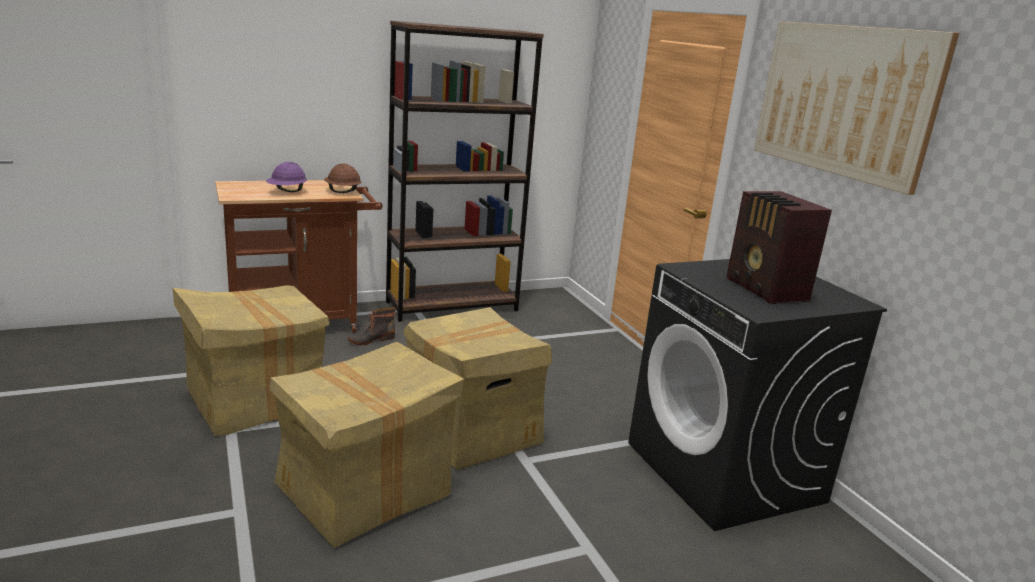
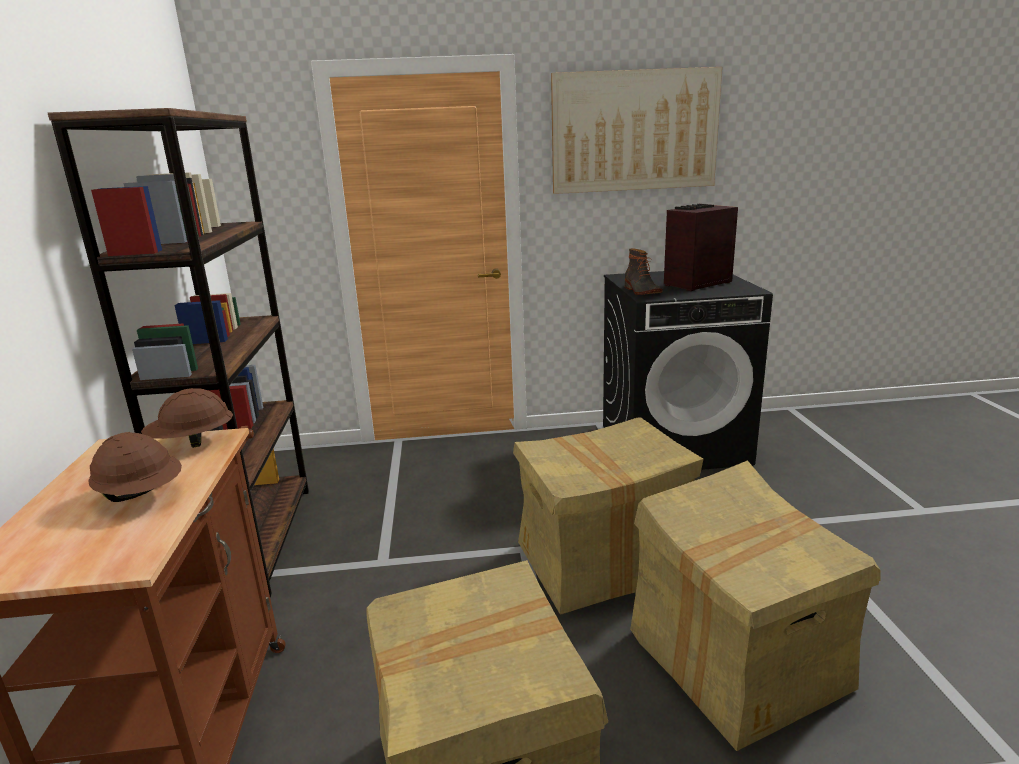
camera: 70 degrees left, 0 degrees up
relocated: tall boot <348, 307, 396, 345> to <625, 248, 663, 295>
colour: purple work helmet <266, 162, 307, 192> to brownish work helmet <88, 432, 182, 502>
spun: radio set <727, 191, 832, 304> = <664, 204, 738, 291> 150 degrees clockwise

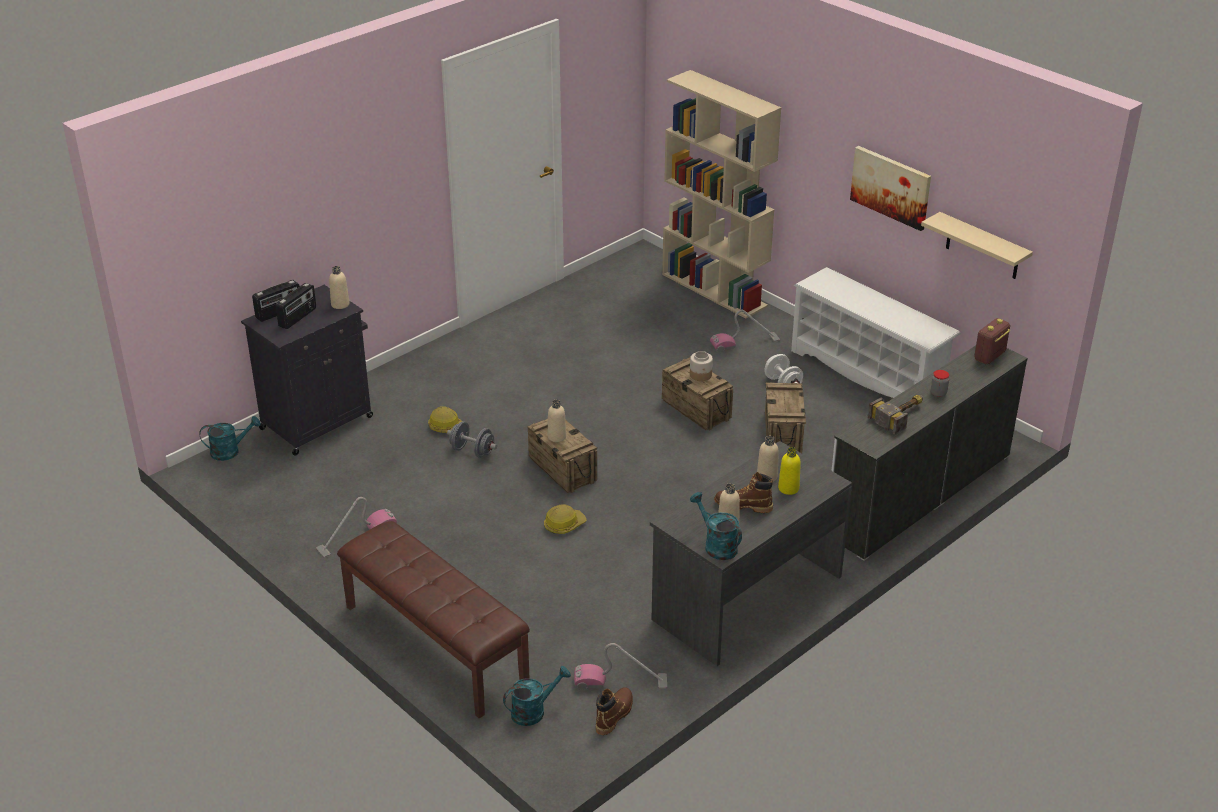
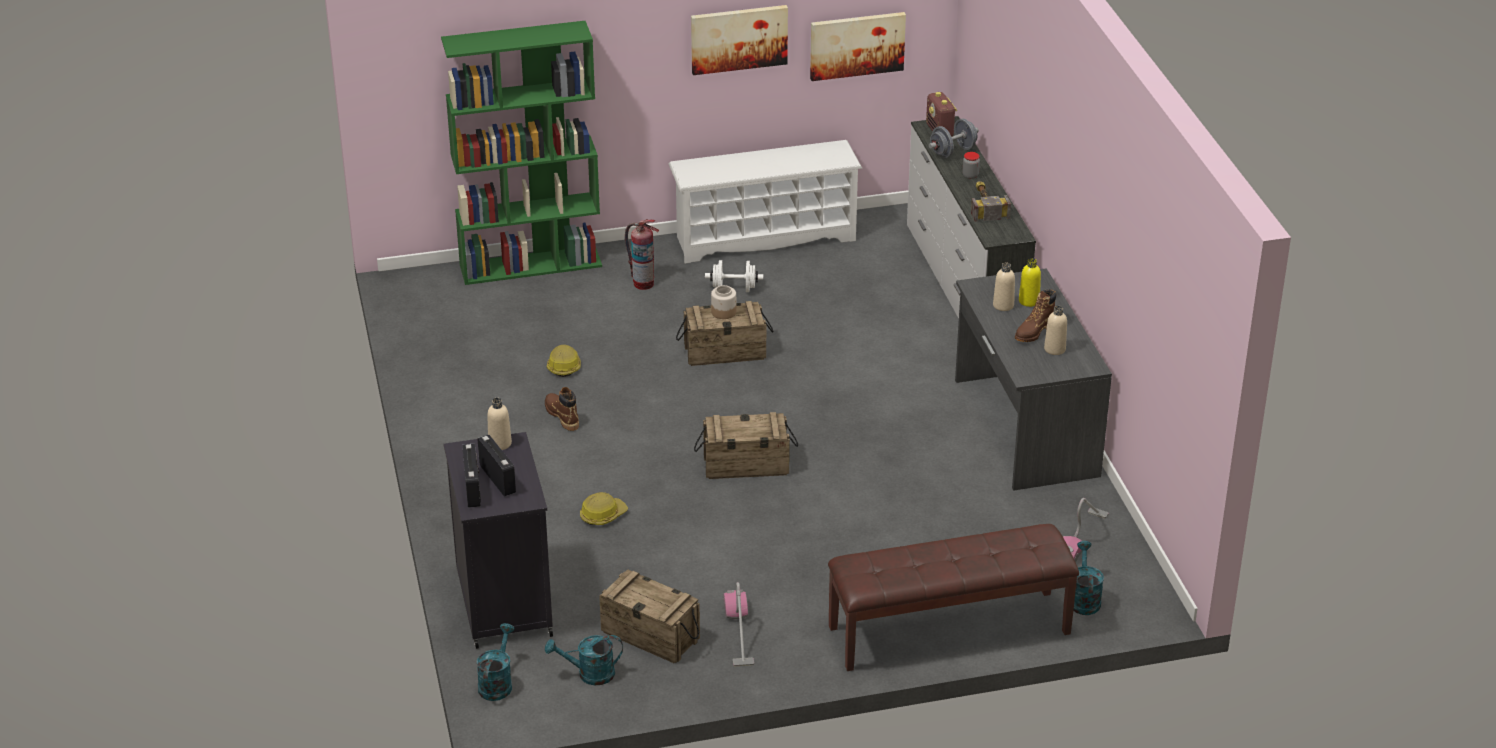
camera: 60 degrees left, 0 degrees up
missing: beige-coloured beverage bottle <548, 400, 566, 442>
relocated: gray hand weight <447, 421, 497, 458> to <929, 118, 979, 158>; work helmet <544, 504, 587, 534> to <547, 345, 581, 377>; brownish tall boot <596, 687, 633, 735> to <545, 387, 579, 431>; blue-green sprinkling can <690, 492, 742, 560> to <545, 635, 623, 685>; shipping crate <765, 382, 806, 453> to <599, 569, 700, 663>
exchanged: vacuum cleaner <710, 309, 780, 352> to fire-fighting cylinder <625, 219, 659, 290>; beige-coloured wall shelf <921, 212, 1033, 279> to picture <810, 12, 906, 81>
colour: beige-coloured shelving unit <662, 70, 781, 319> to green-coloured shelving unit <441, 21, 602, 285>

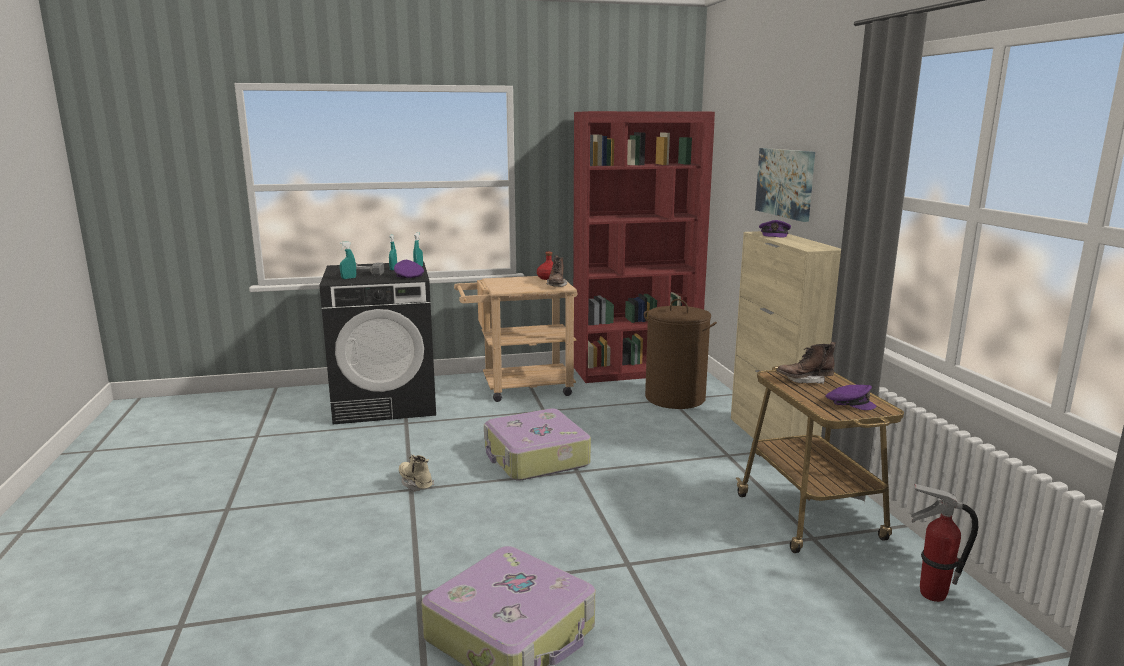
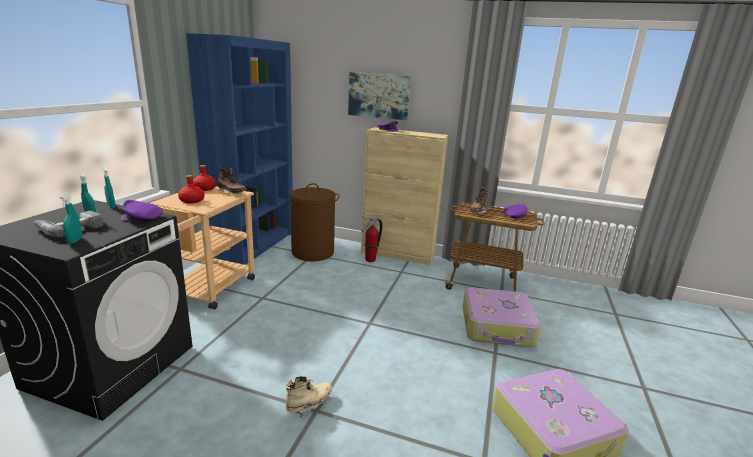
camera: 60 degrees left, 5 degrees up
appeared: red beverage bottle <178, 175, 205, 204>
relocated: travel case <484, 408, 591, 481> to <462, 287, 541, 347>; fire-fighting cylinder <911, 483, 978, 602> to <361, 216, 382, 262>
colour: red shelving unit <573, 111, 715, 383> to blue-coloured shelving unit <186, 33, 293, 265>
spun: beige-coloured tall boot <399, 455, 434, 492> = <285, 376, 332, 417> 150 degrees clockwise

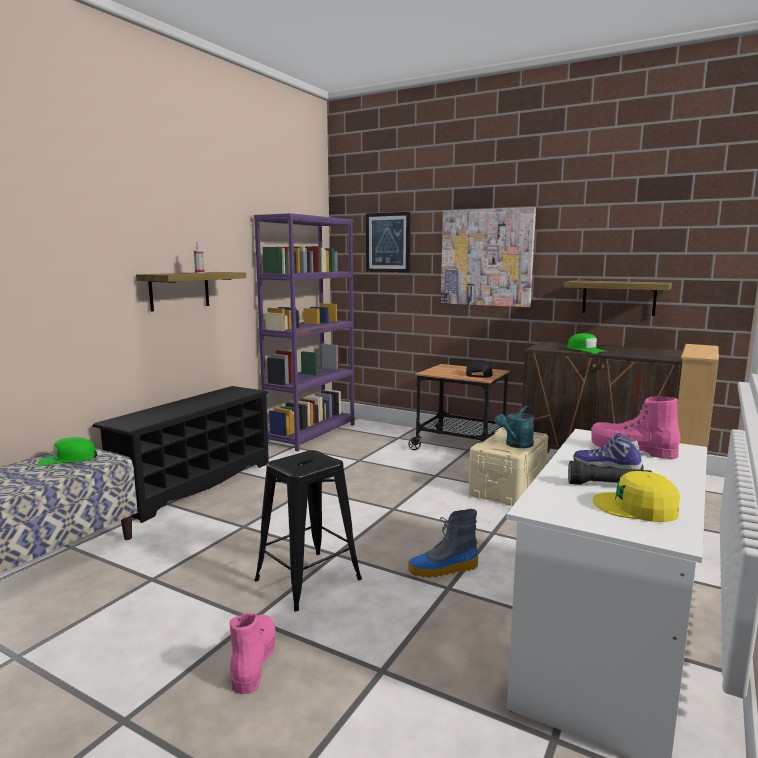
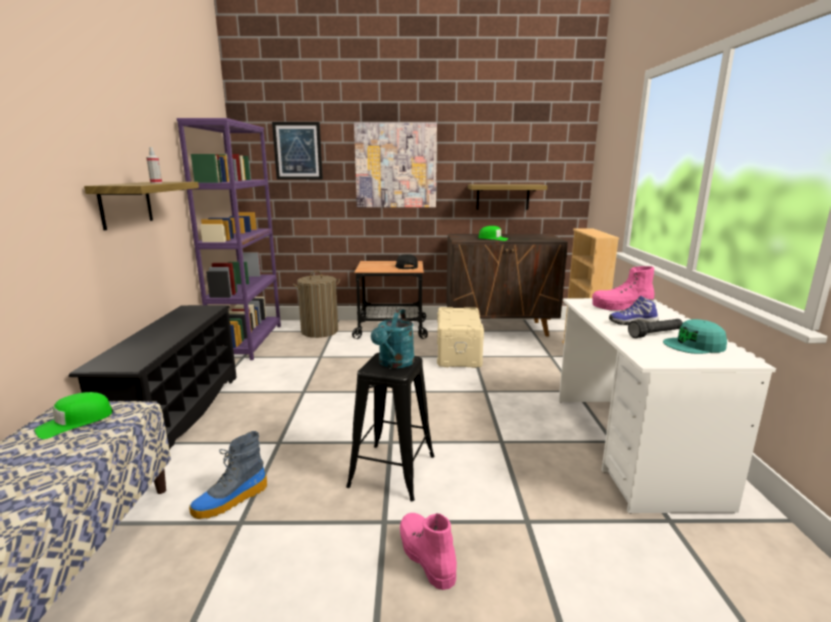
camera: 30 degrees left, 5 degrees up
appeared: washing basket <293, 271, 340, 338>
relocated: tall boot <408, 509, 478, 578> to <189, 431, 267, 519>; blue-green sprinkling can <495, 406, 534, 448> to <371, 309, 415, 368>
colour: yellow-coloured baseball cap <593, 471, 680, 522> to blue-green baseball cap <663, 319, 727, 354>

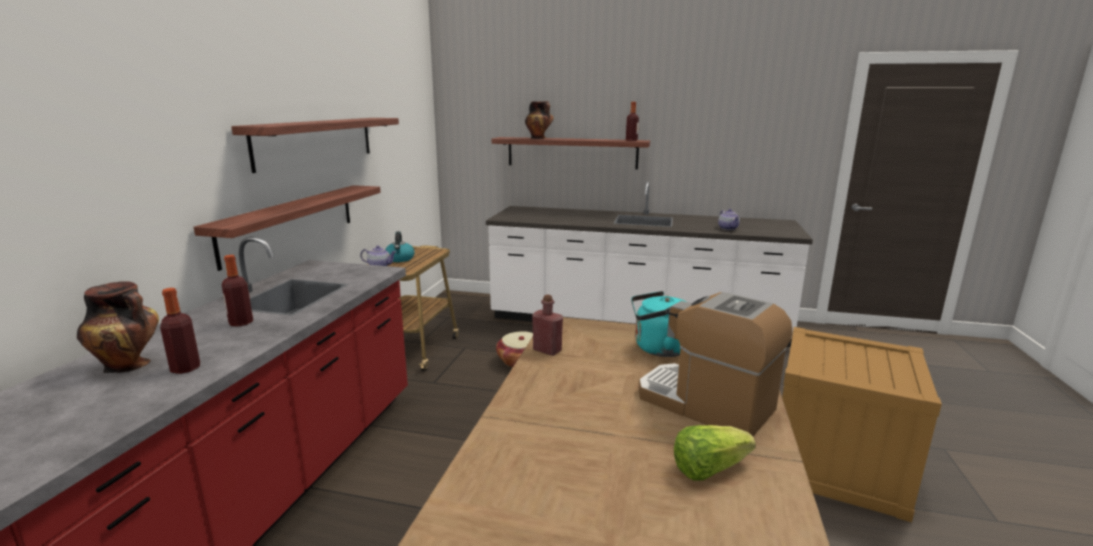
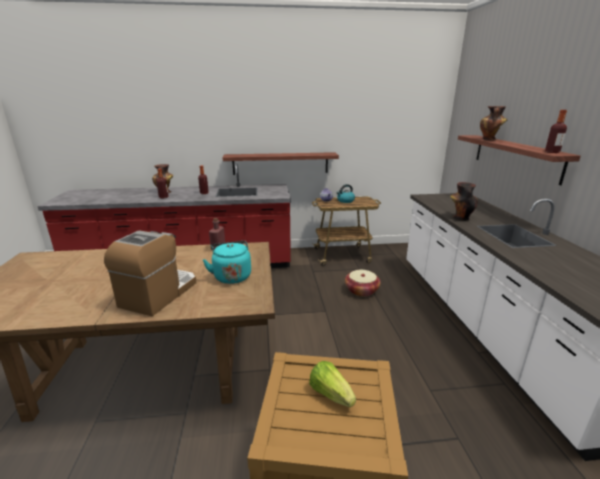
camera: 70 degrees right, 5 degrees up
missing: wall shelf <231, 118, 399, 173>; pot for tea <718, 209, 740, 230>
appeared: vase <450, 182, 478, 221>
relocated: head of lettuce <674, 425, 756, 480> to <309, 361, 356, 407>

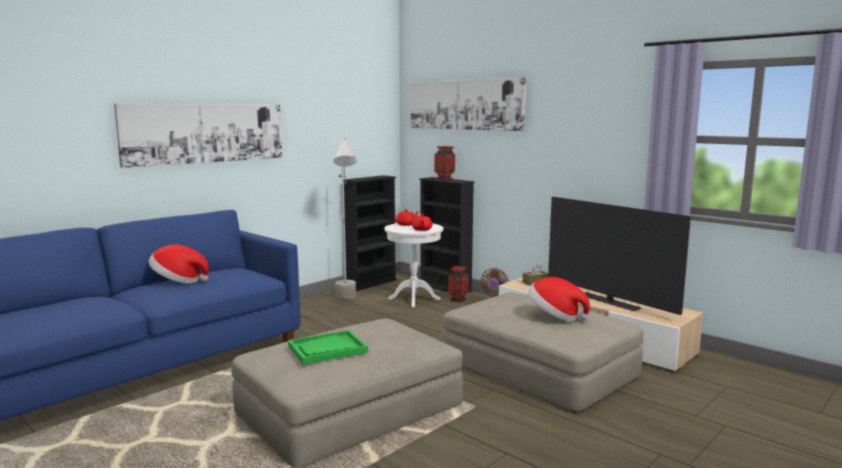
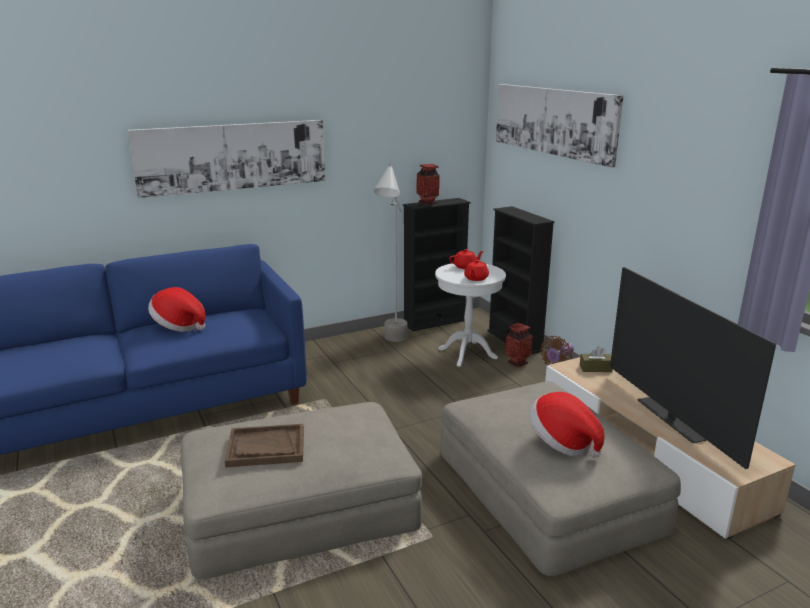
camera: 20 degrees right, 10 degrees up
relocated: vase <434, 146, 455, 180> to <416, 164, 440, 205>
colour: green-coloured carrying tray <288, 330, 368, 365> to brownish carrying tray <225, 424, 304, 467>

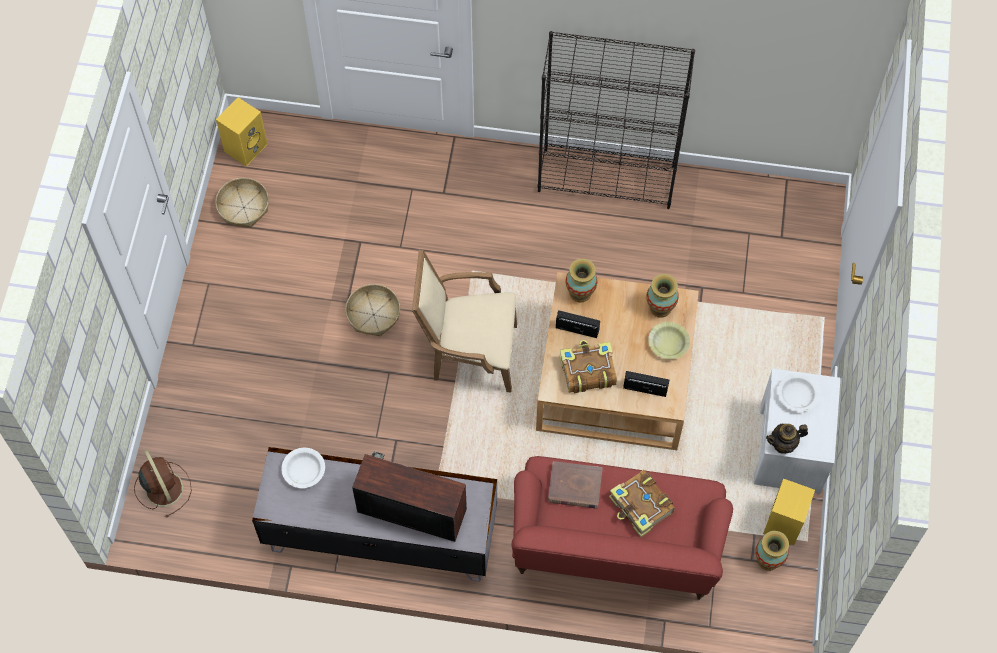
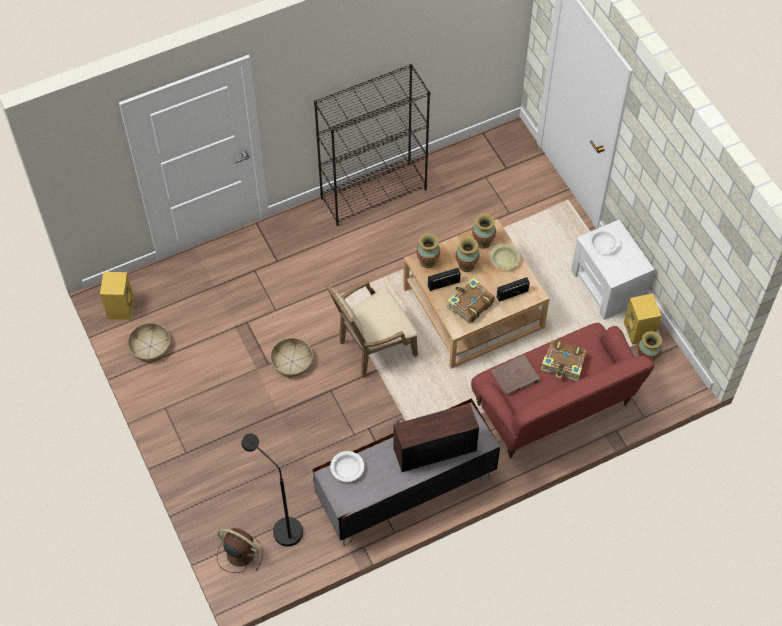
camera: 35 degrees left, 5 degrees down
missing: pot for tea <766, 424, 808, 454>
appeared: black floor lamp <241, 433, 303, 547>; vase <456, 237, 479, 272>

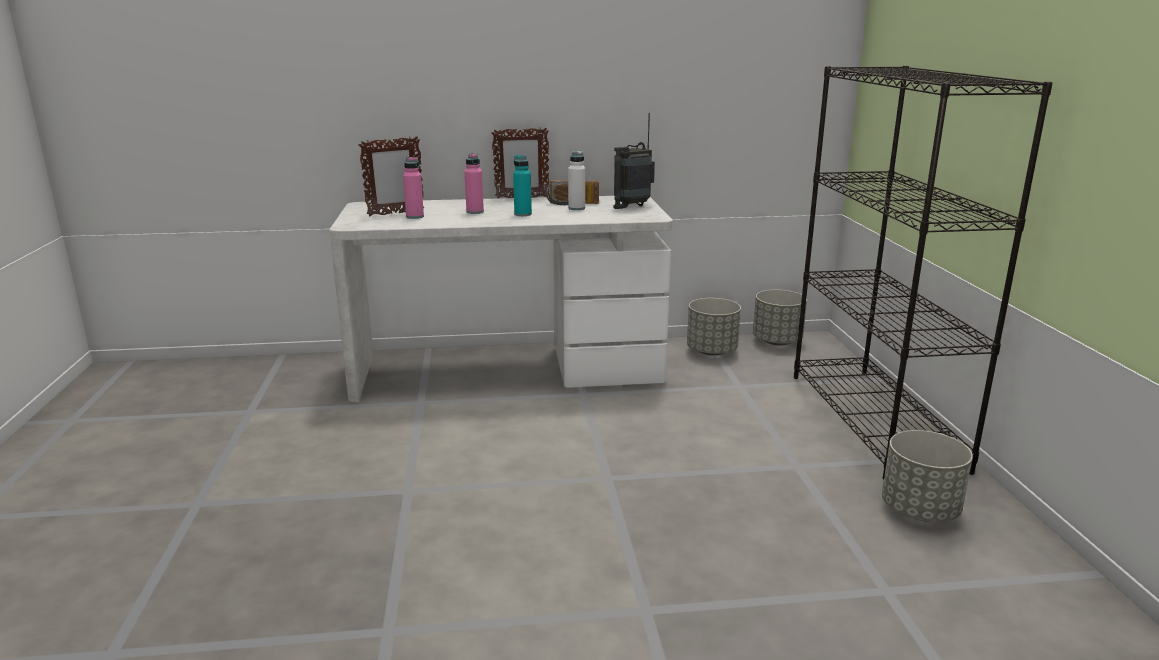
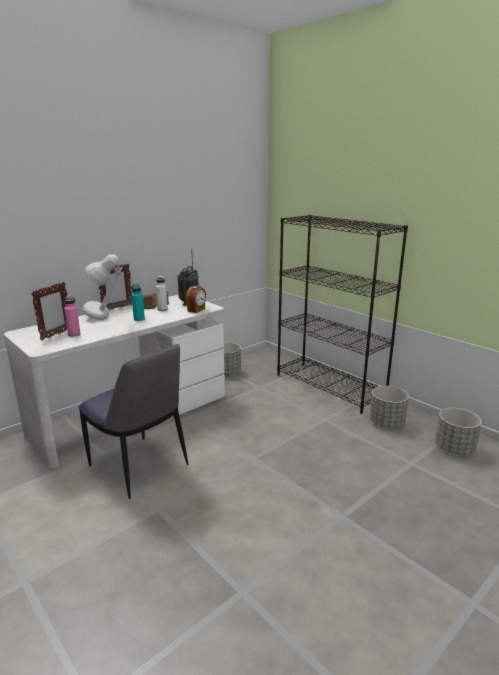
camera: 35 degrees left, 0 degrees up
appeared: upright chair <79, 344, 188, 499>; alarm clock <186, 286, 206, 313>
relocated: gray flower pot <753, 290, 807, 346> to <435, 408, 481, 455>
exchanged: pinkish beverage bottle <464, 153, 484, 214> to gray table lamp <82, 254, 122, 320>

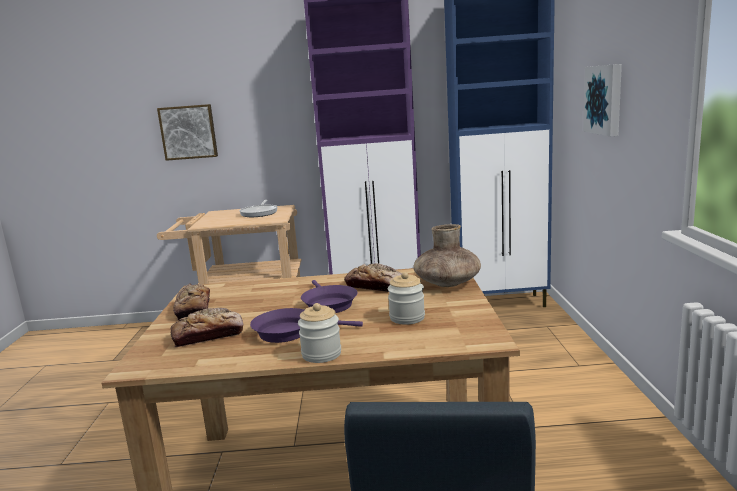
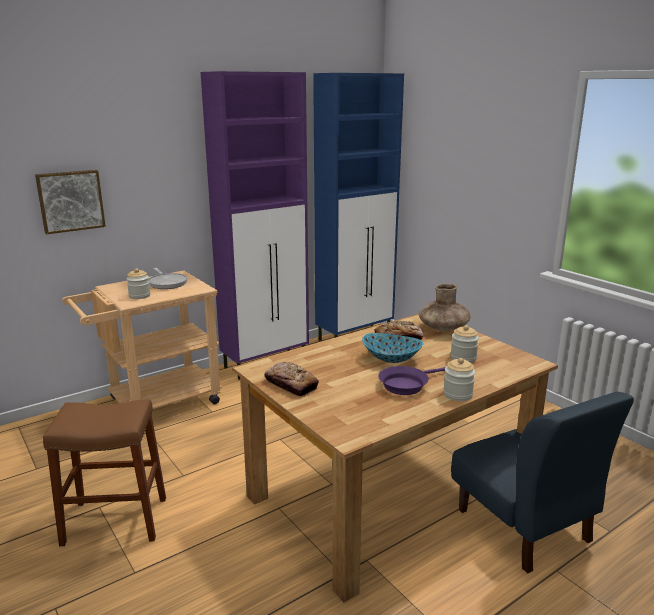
camera: 35 degrees left, 5 degrees up
missing: bread <171, 308, 243, 347>; picture <583, 64, 622, 136>
appeared: brownish stool seat <43, 399, 166, 546>; jar <126, 268, 150, 299>
exchanged: purple pan <301, 280, 358, 313> to bowl <362, 333, 423, 363>

